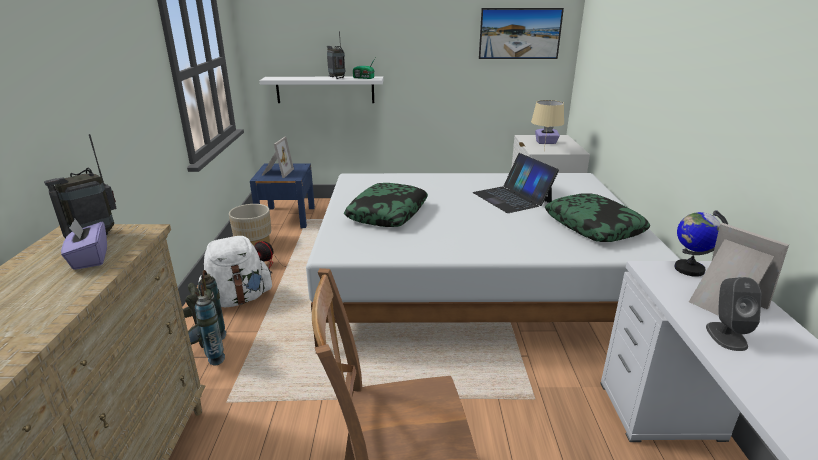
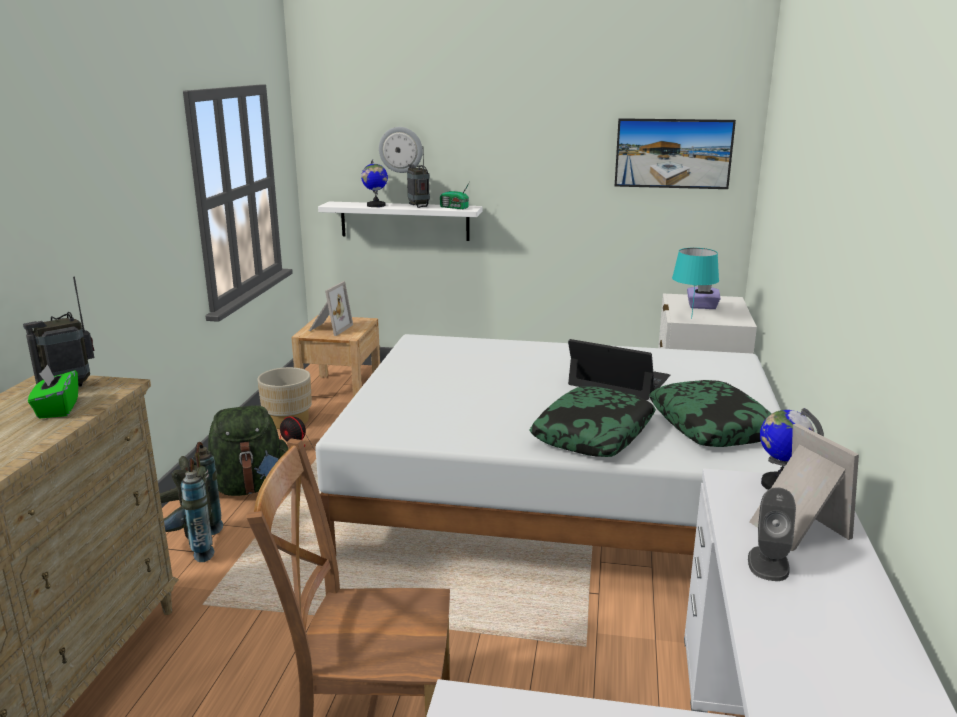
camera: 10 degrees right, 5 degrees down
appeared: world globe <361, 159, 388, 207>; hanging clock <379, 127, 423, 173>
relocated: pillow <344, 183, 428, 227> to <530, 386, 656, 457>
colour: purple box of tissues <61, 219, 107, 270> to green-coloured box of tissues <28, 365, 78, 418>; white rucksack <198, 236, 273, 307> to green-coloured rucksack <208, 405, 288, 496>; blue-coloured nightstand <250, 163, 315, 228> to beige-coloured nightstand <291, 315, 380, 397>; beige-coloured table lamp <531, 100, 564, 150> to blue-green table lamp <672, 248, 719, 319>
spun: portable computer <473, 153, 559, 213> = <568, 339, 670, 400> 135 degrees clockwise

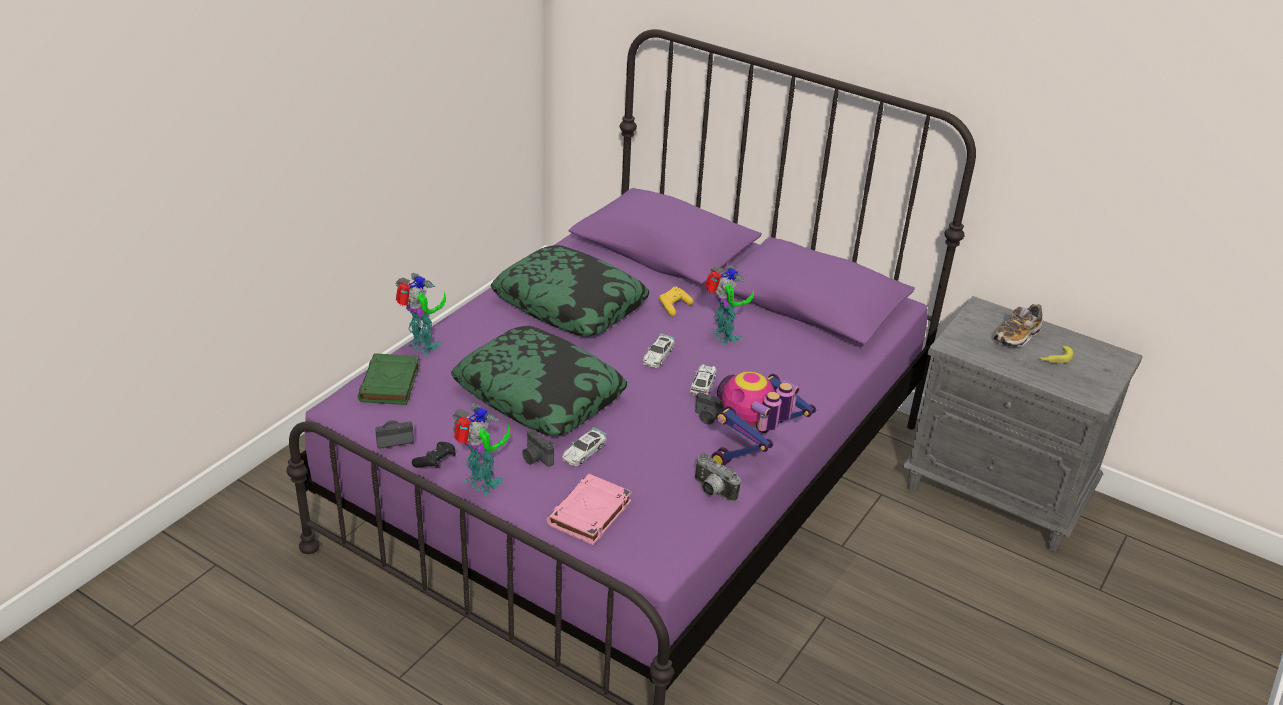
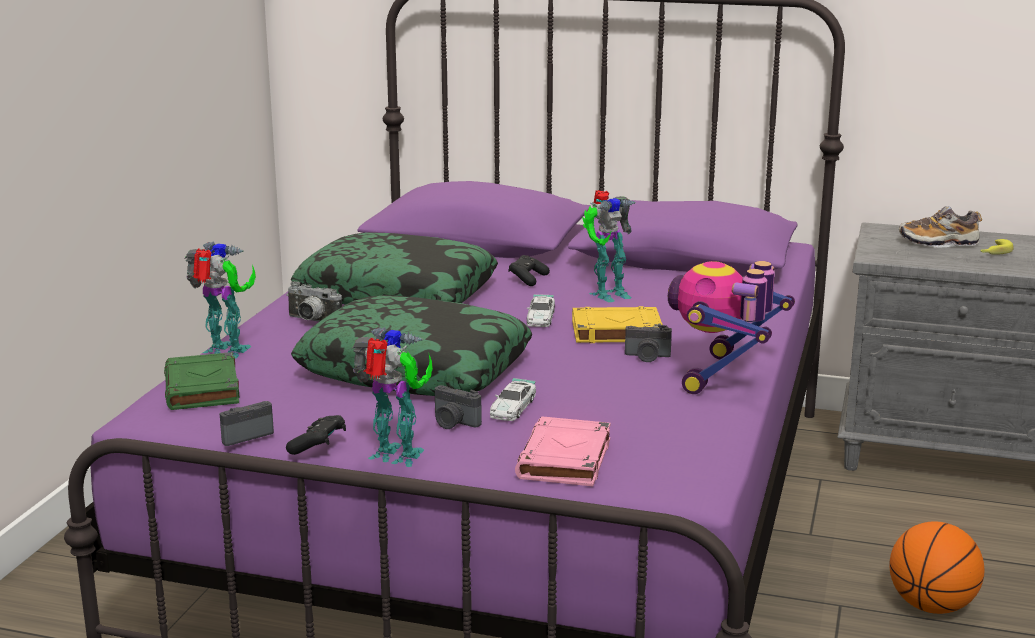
camera: 15 degrees left, 15 degrees down
appeared: basketball <889, 522, 984, 614>
relocated: still camera <695, 453, 741, 502> to <286, 281, 342, 322>
exchanged: model car <690, 364, 716, 396> to yellow-coloured volume <572, 306, 663, 343>
colour: yellow-coloured gamepad <659, 286, 693, 316> to black gamepad <508, 255, 550, 286>
spun: robot figure <705, 264, 754, 345> = <582, 190, 636, 302> 105 degrees clockwise; shoe <994, 304, 1043, 347> = <899, 206, 982, 248> 60 degrees clockwise

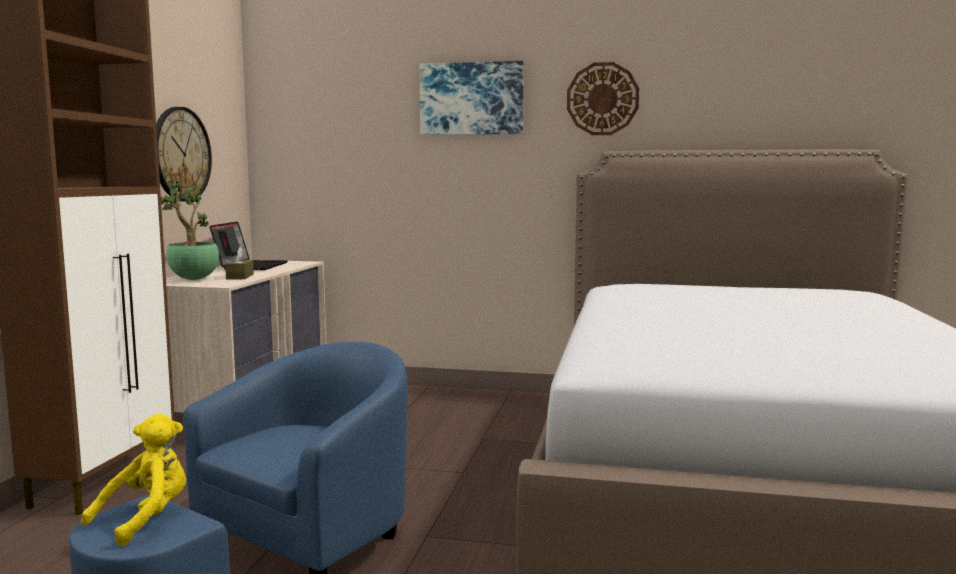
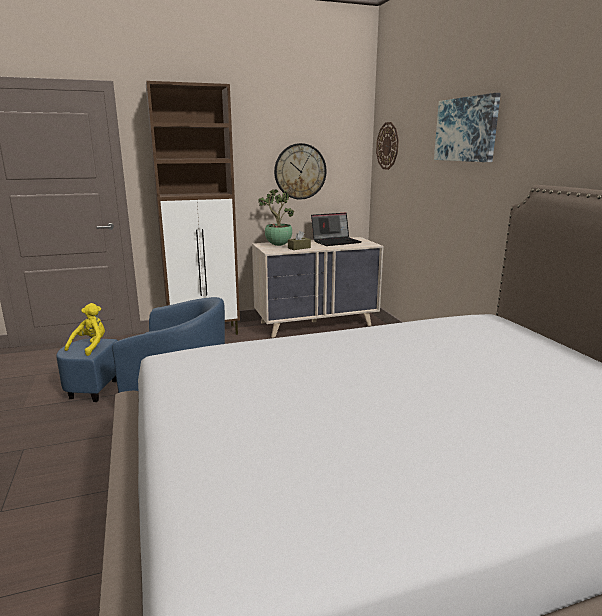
camera: 60 degrees right, 10 degrees up
relocated: hanging clock <567, 62, 639, 135> to <376, 122, 399, 170>
spun: yellow-coloured plush toy <81, 414, 186, 547> = <65, 303, 105, 356> 75 degrees counterclockwise

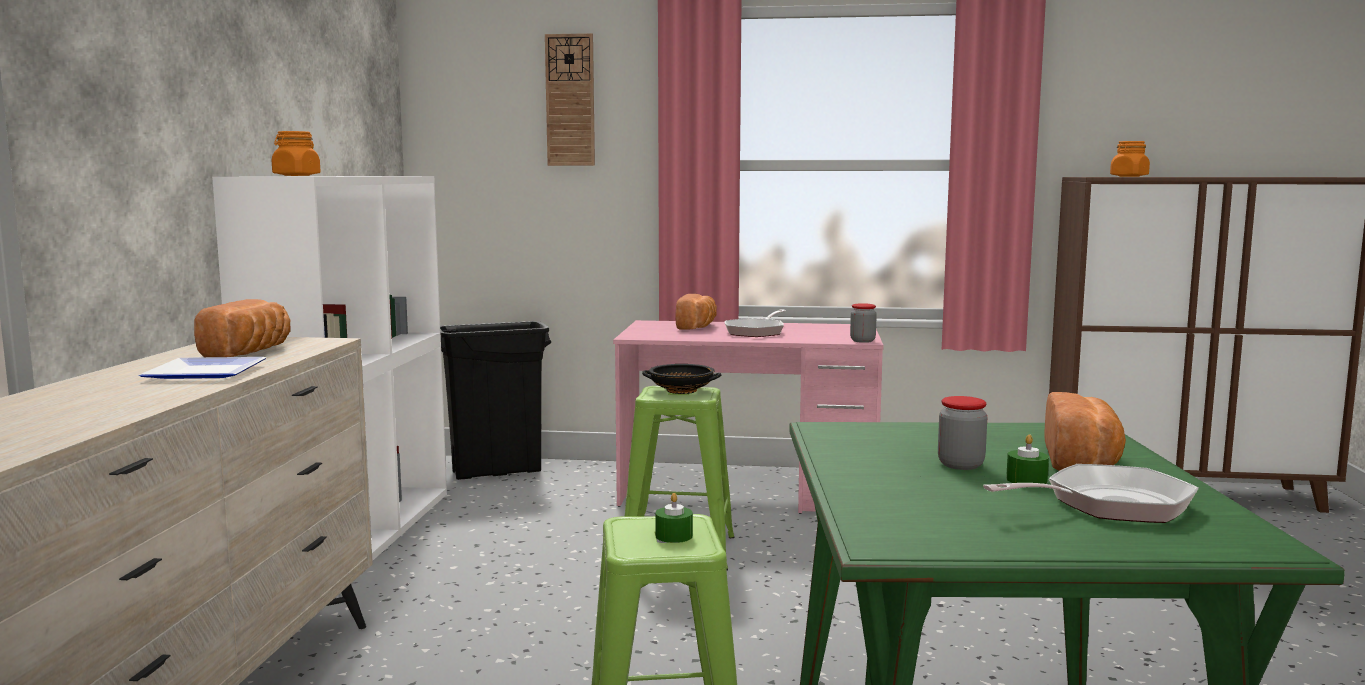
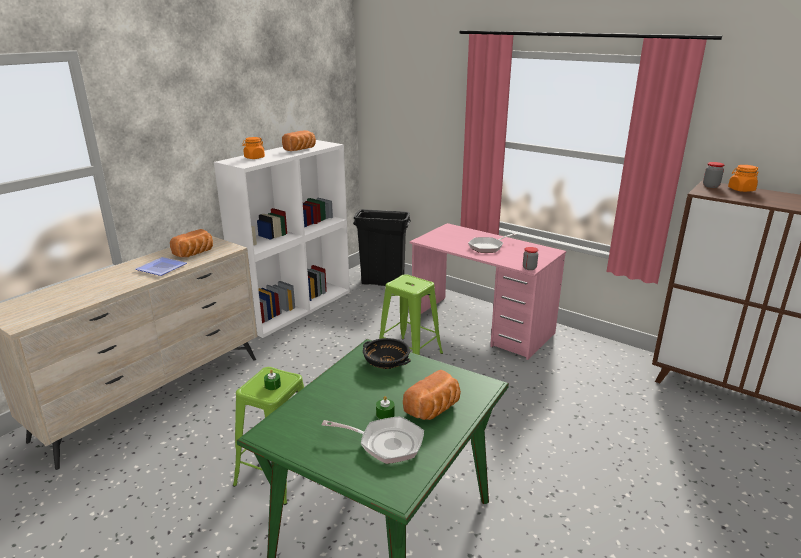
camera: 30 degrees right, 15 degrees up
missing: hanging clock <545, 33, 595, 166>
relocated: black bowl <642, 364, 721, 394> to <363, 338, 411, 369>; bread <676, 294, 717, 330> to <282, 130, 316, 151>; jar <938, 396, 987, 470> to <703, 162, 724, 188>

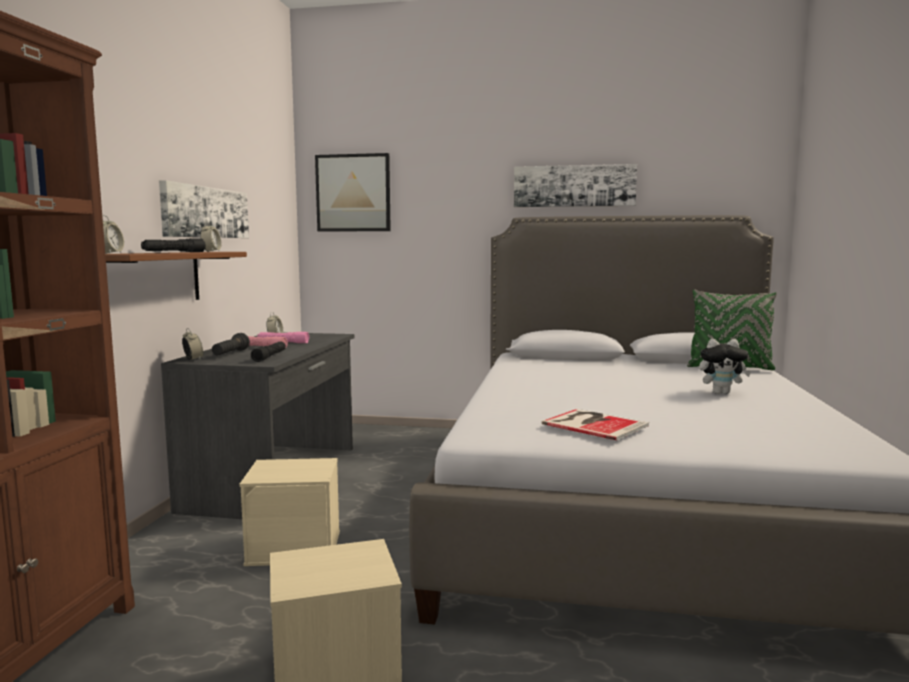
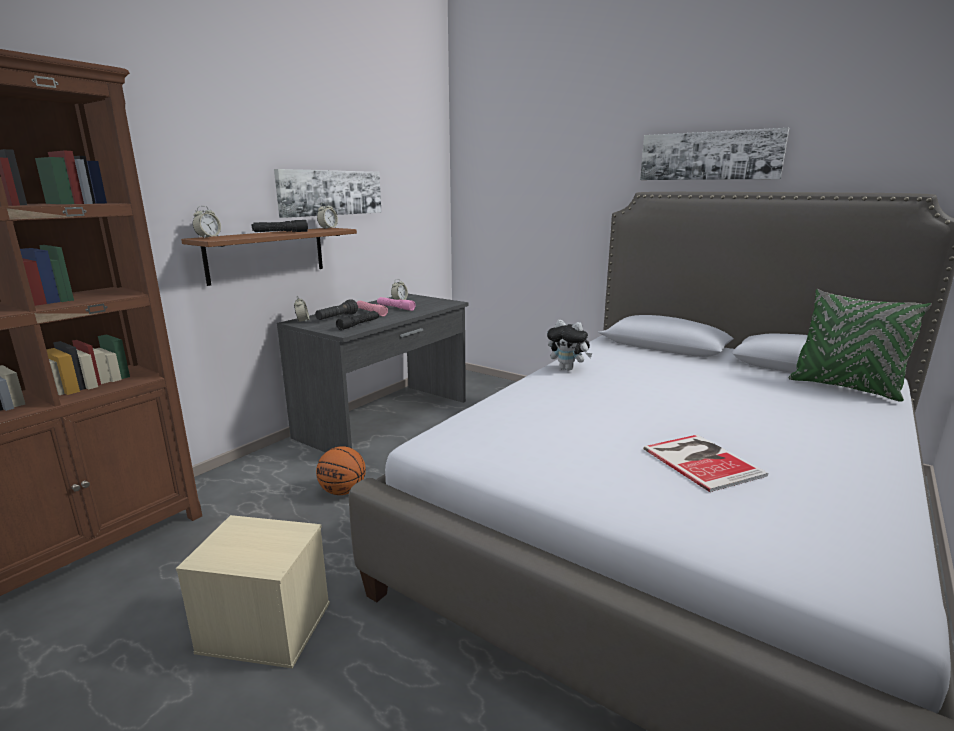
camera: 25 degrees right, 10 degrees up
missing: picture <315, 153, 391, 232>
relocated: volume <542, 409, 649, 440> to <643, 435, 768, 492>; plush toy <699, 339, 751, 394> to <547, 320, 593, 371>
exchanged: beige-coloured storage box <239, 458, 340, 566> to basketball <316, 446, 366, 495>

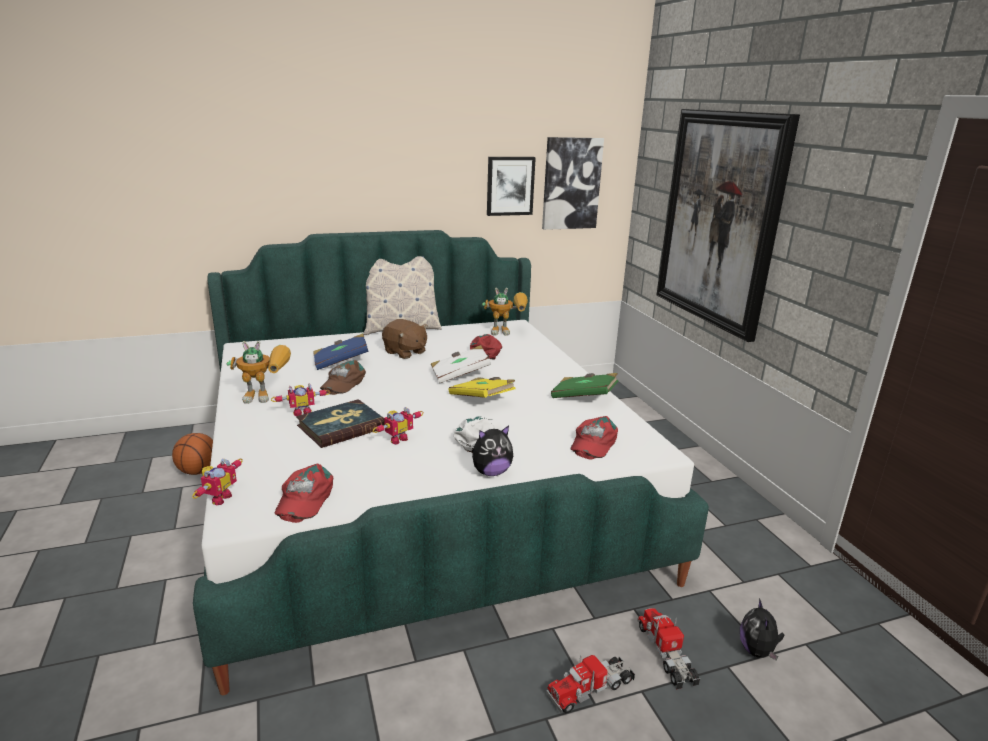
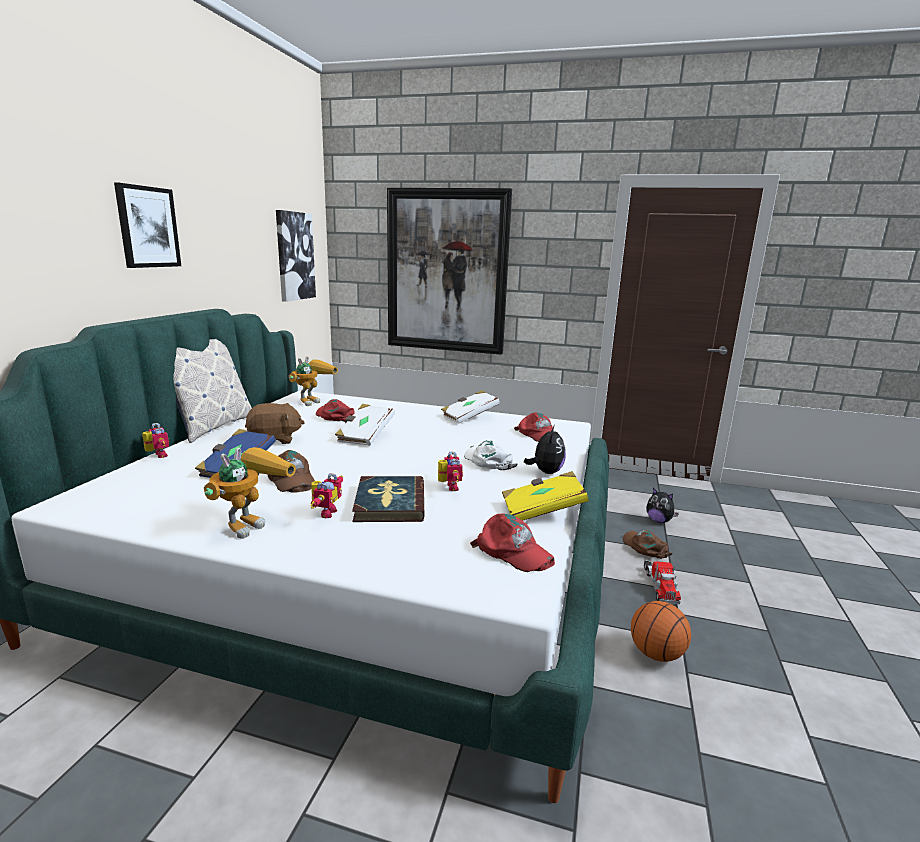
camera: 55 degrees left, 5 degrees down
relocated: basketball <172, 433, 213, 475> to <631, 601, 691, 662>; robot figure <193, 458, 242, 505> to <142, 423, 169, 458>; yellow-coloured volume <449, 377, 516, 398> to <502, 471, 589, 521>; picture <487, 157, 536, 216> to <114, 183, 181, 268>
exchanged: toy truck <637, 608, 700, 689> to brownish baseball cap <623, 530, 673, 559>
colour: green-coloured volume <551, 373, 618, 398> to white volume <441, 390, 500, 424>

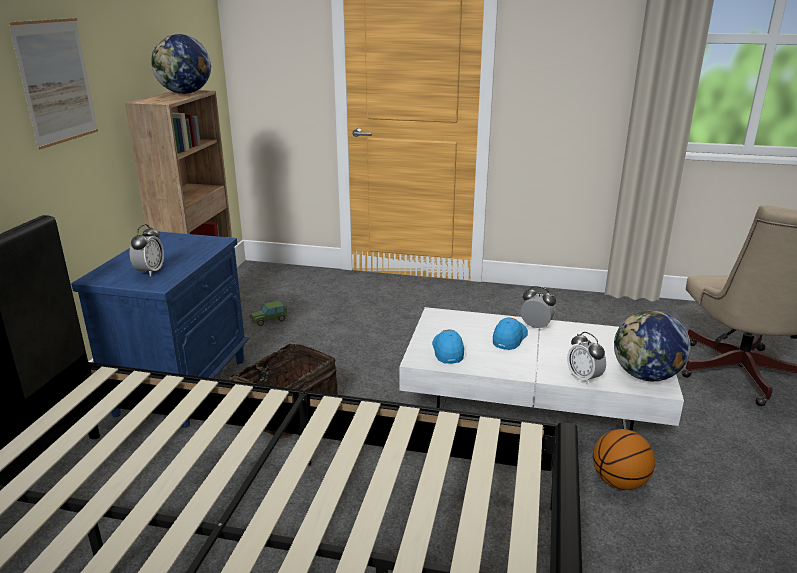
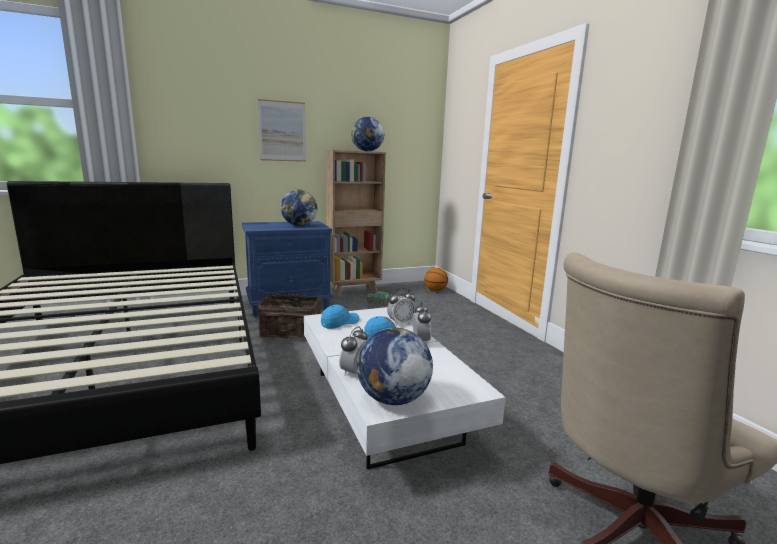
camera: 55 degrees right, 10 degrees down
appeared: world globe <280, 190, 317, 226>
relocated: alarm clock <130, 224, 164, 276> to <387, 288, 416, 326>; basketball <593, 429, 655, 490> to <424, 268, 448, 291>

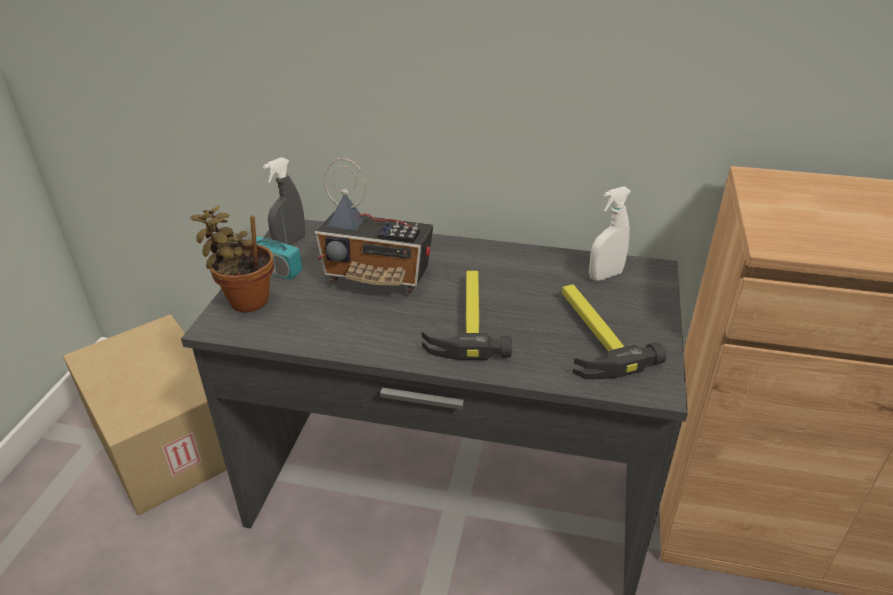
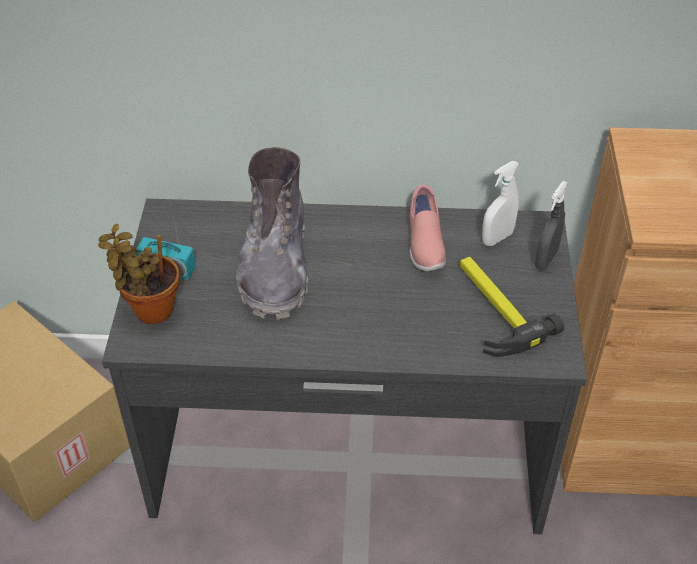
camera: 10 degrees left, 10 degrees up
missing: hammer <422, 271, 512, 360>
appeared: pinkish shoe <410, 185, 446, 271>
relocated: gray spray bottle <263, 157, 305, 245> to <535, 181, 568, 270>
exchanged: radio set <314, 158, 433, 293> to gray tall boot <236, 147, 309, 320>

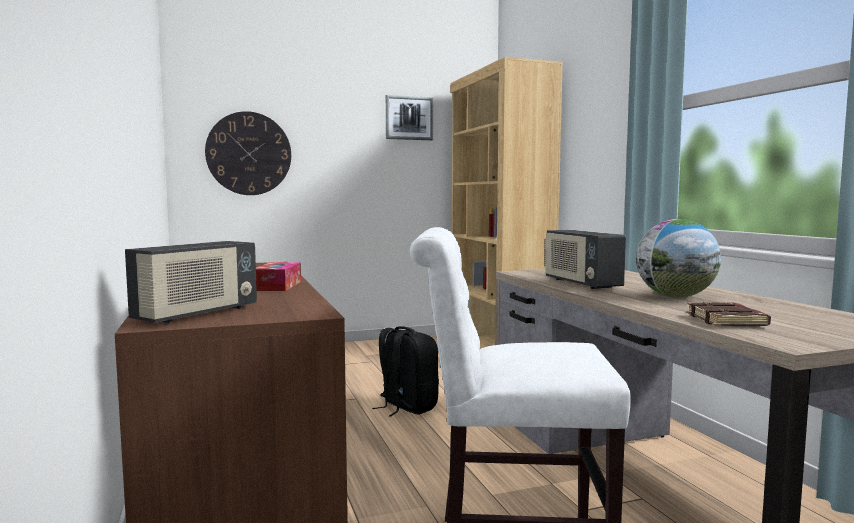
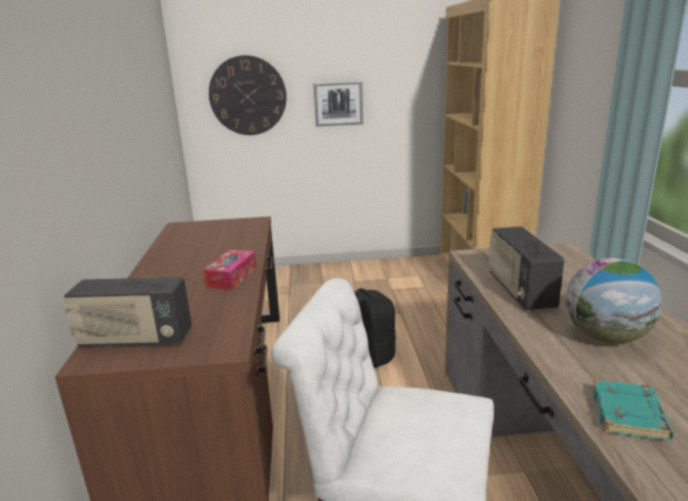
camera: 15 degrees right, 15 degrees up
relocated: picture <386, 95, 433, 140> to <314, 81, 363, 126>
colour: brownish volume <687, 302, 771, 326> to blue-green volume <592, 380, 674, 440>
spun: radio set <125, 241, 257, 323> = <64, 277, 192, 347> 45 degrees clockwise

